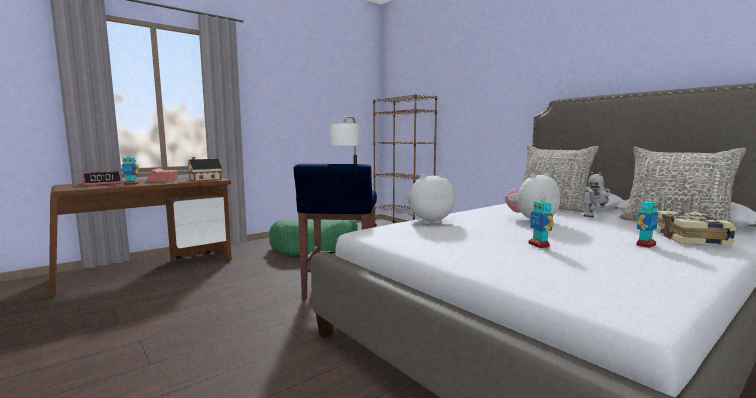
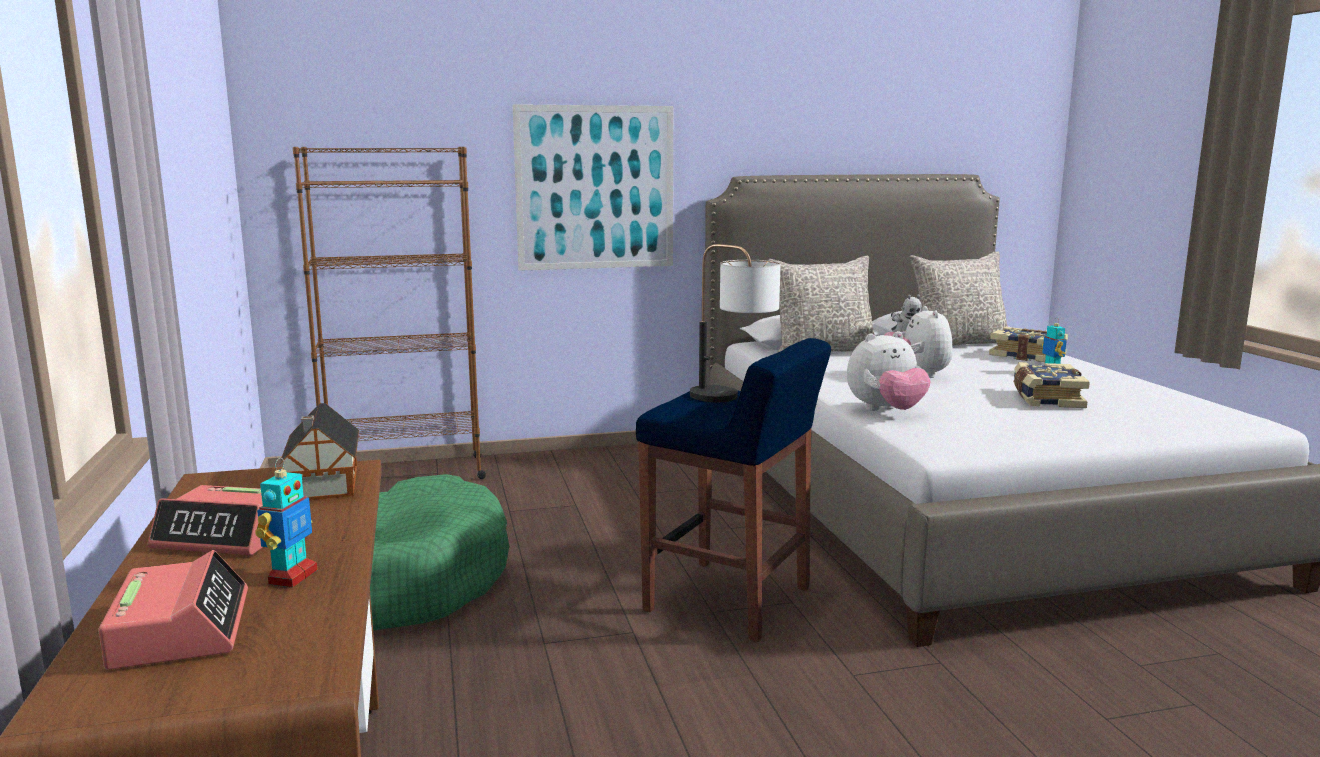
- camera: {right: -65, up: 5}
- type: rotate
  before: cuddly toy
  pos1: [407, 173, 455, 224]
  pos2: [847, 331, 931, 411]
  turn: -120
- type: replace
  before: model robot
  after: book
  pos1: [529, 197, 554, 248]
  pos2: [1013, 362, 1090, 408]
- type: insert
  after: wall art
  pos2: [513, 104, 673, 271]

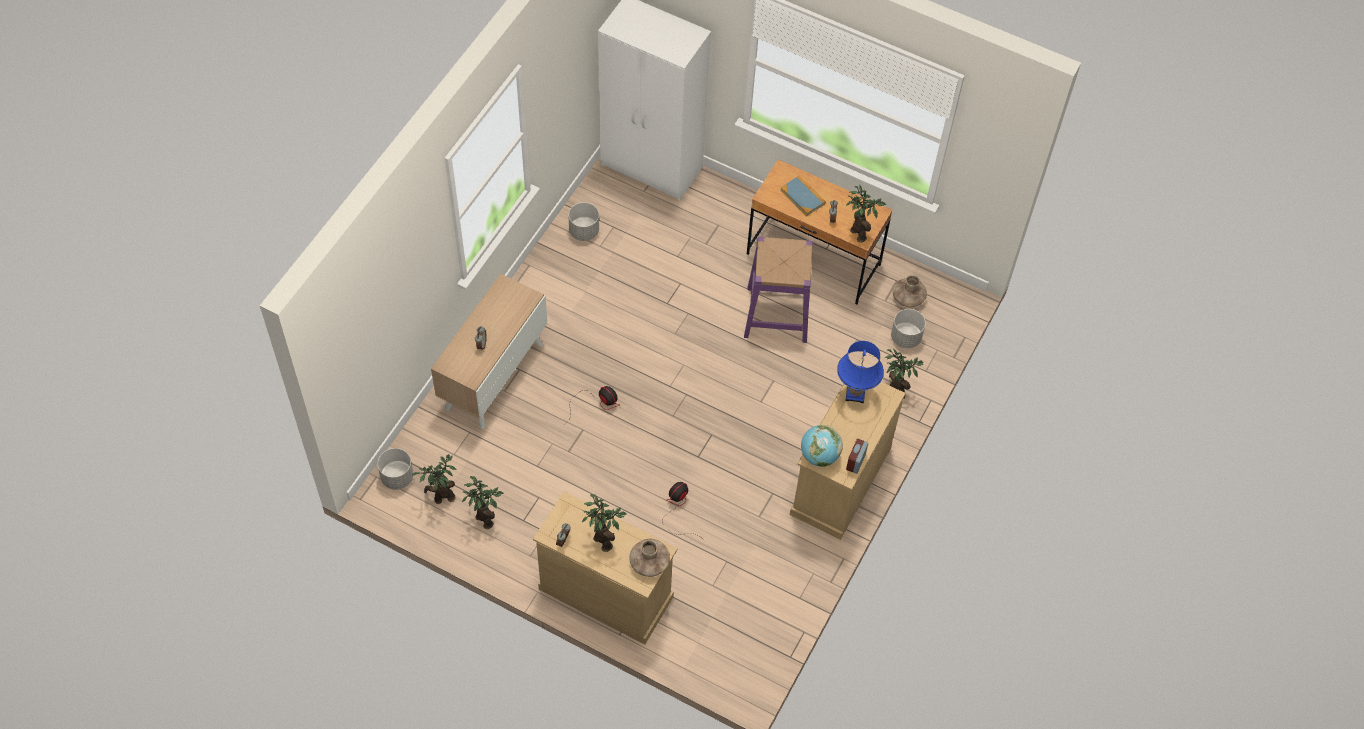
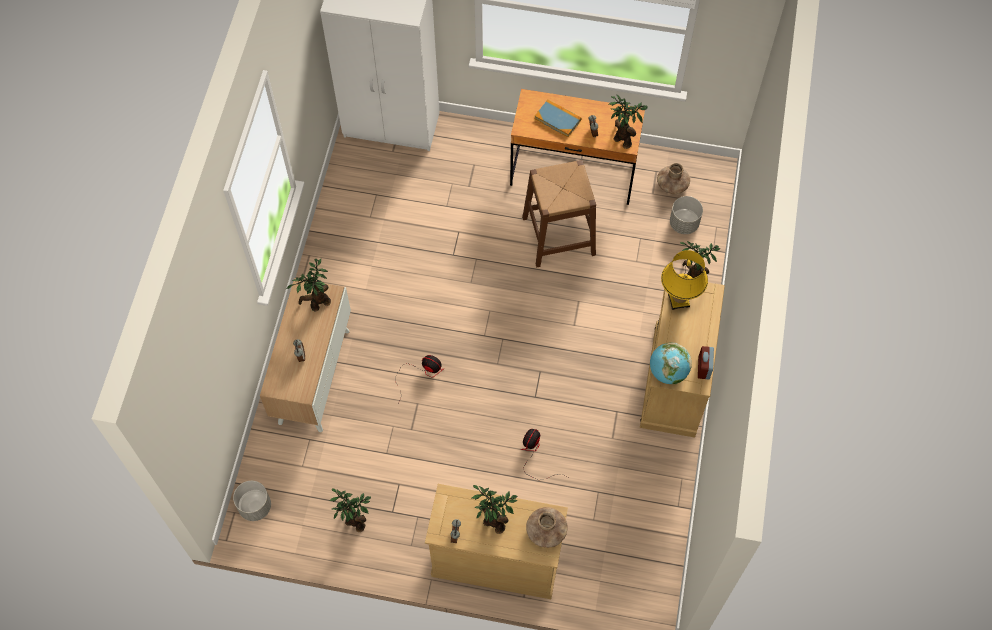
- camera: {right: -15, up: 5}
- type: move
  before: plant in a pot
  pos1: [412, 454, 457, 504]
  pos2: [286, 259, 331, 311]
- type: delete
  before: flower pot (grey)
  pos1: [568, 202, 599, 241]
- type: recolor
  before: stool (purplish)
  after: stool (brownish)
  pos1: [744, 237, 813, 343]
  pos2: [522, 160, 596, 267]
- type: recolor
  before: tabletop lamp (blue-coloured)
  after: tabletop lamp (yellow-coloured)
  pos1: [837, 341, 884, 403]
  pos2: [661, 250, 708, 310]

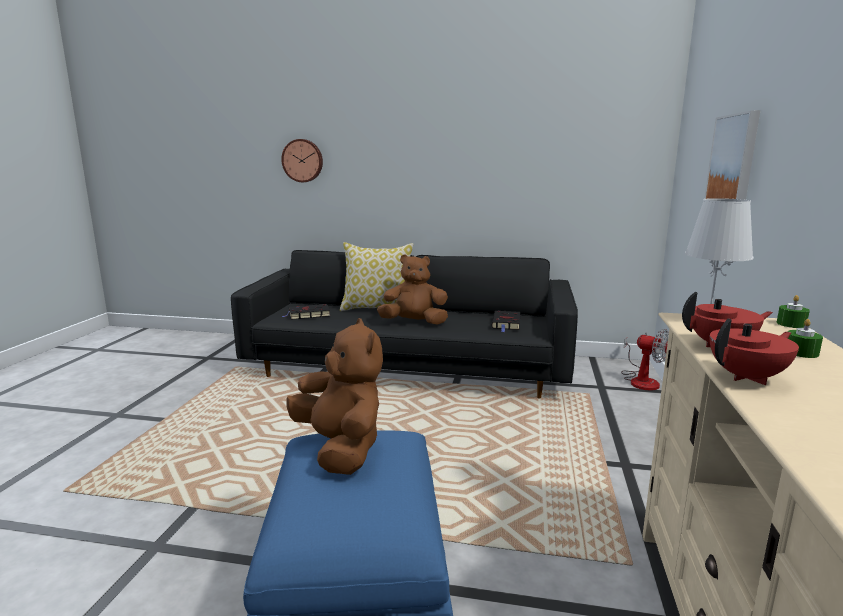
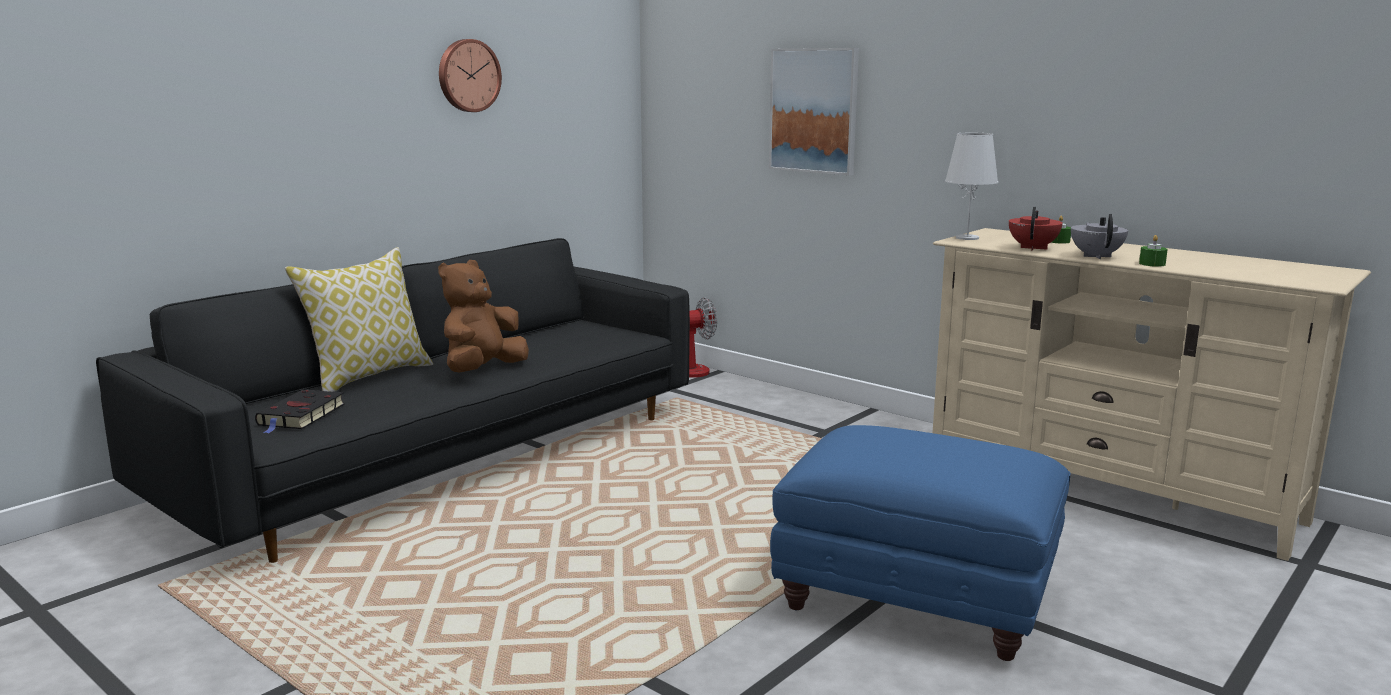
- camera: {right: -60, up: 0}
- type: move
  before: clock on the wall
  pos1: [281, 139, 323, 182]
  pos2: [439, 39, 502, 112]
- type: delete
  before: cuddly toy (brownish)
  pos1: [286, 318, 383, 475]
- type: delete
  before: book (black-coloured)
  pos1: [492, 310, 520, 332]
- type: recolor
  before: teapot (red)
  after: teapot (grey)
  pos1: [710, 319, 799, 385]
  pos2: [1071, 214, 1128, 259]
- type: move
  before: candle (green-coloured)
  pos1: [776, 295, 810, 328]
  pos2: [1139, 235, 1168, 267]

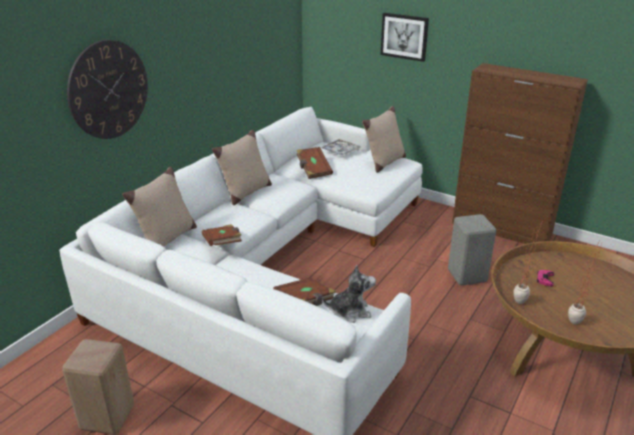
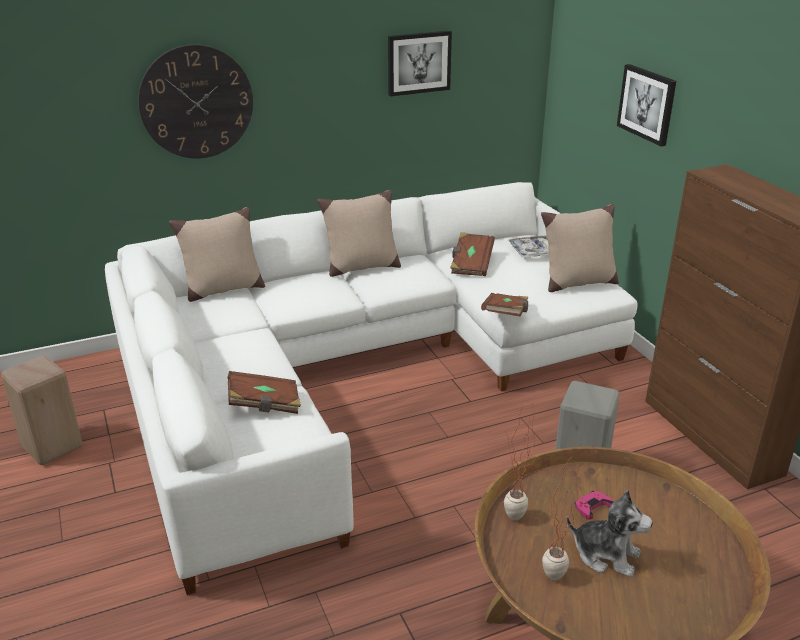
- camera: {right: 35, up: 0}
- type: move
  before: book (brownish)
  pos1: [202, 224, 242, 246]
  pos2: [481, 293, 528, 317]
- type: move
  before: cuddly toy
  pos1: [322, 265, 376, 323]
  pos2: [566, 490, 653, 577]
- type: insert
  after: wall art
  pos2: [388, 31, 452, 97]

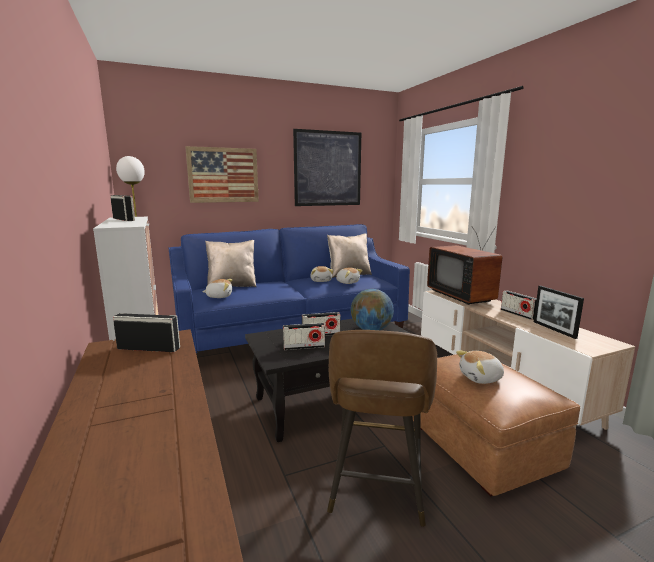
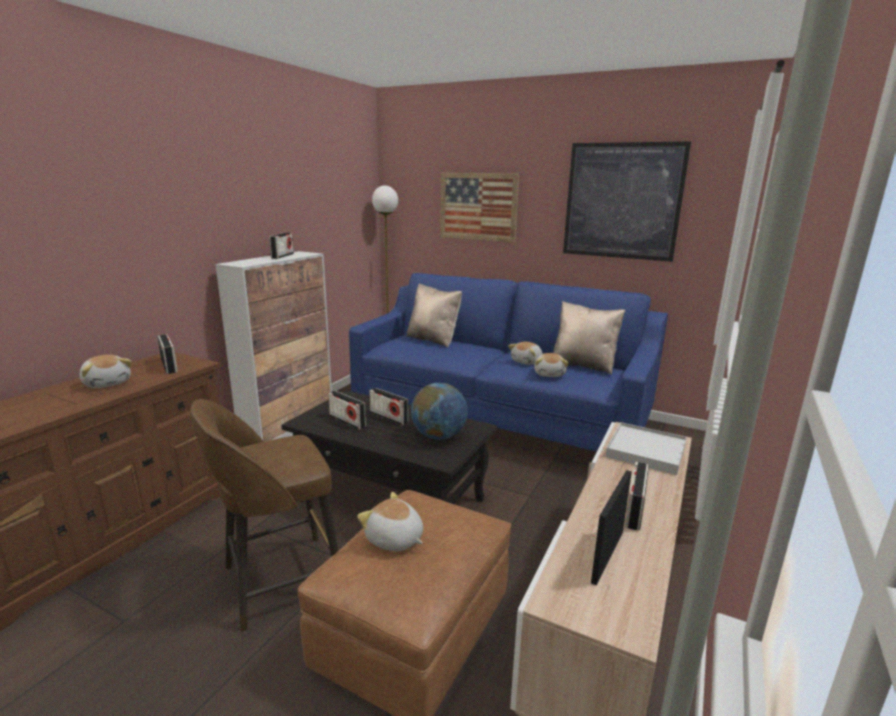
- camera: {right: 50, up: 5}
- type: move
  before: cuddly toy
  pos1: [202, 279, 233, 298]
  pos2: [80, 355, 132, 388]
- type: replace
  before: television
  after: serving tray (whitish)
  pos1: [427, 227, 502, 305]
  pos2: [605, 422, 687, 475]

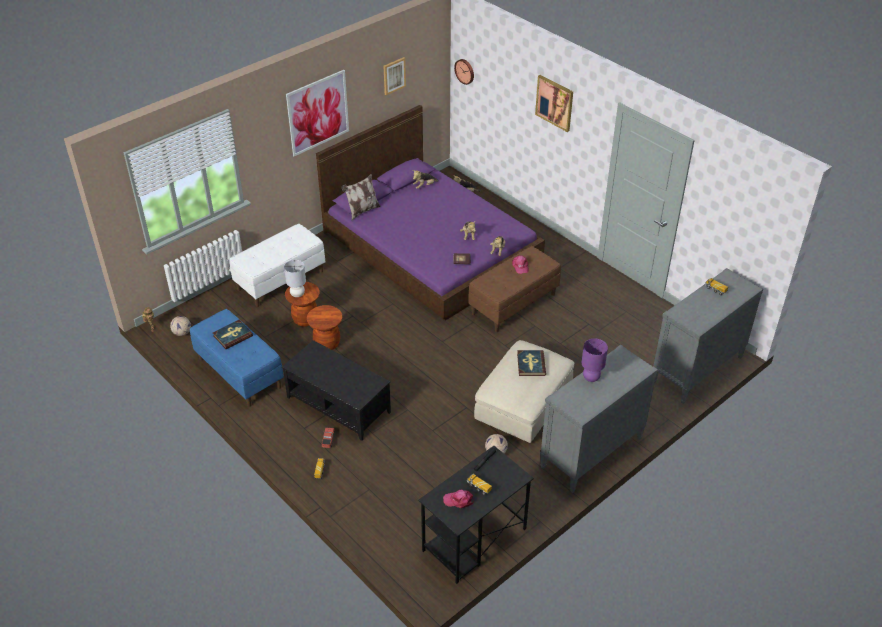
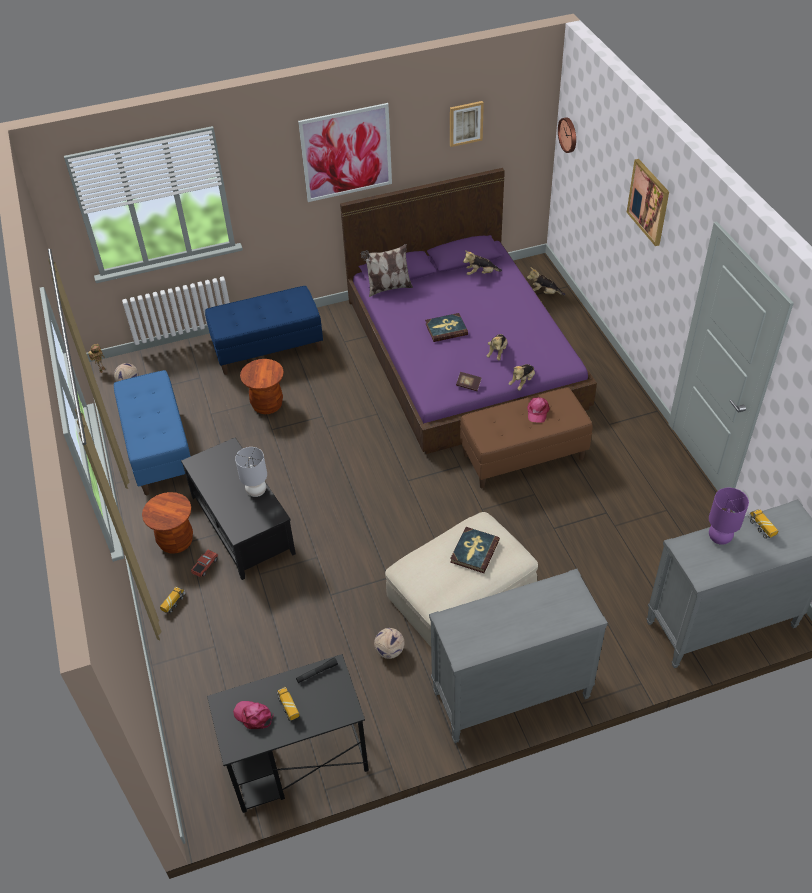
- camera: {right: 25, up: 5}
- type: move
  before: book
  pos1: [213, 320, 253, 349]
  pos2: [425, 313, 468, 342]
- type: recolor
  before: indoor bench (whitish)
  after: indoor bench (blue-coloured)
  pos1: [229, 224, 325, 307]
  pos2: [205, 286, 323, 375]
- type: move
  before: tabletop lamp (grey)
  pos1: [284, 260, 306, 297]
  pos2: [235, 447, 267, 497]
- type: move
  before: stool (brownish)
  pos1: [307, 305, 342, 350]
  pos2: [142, 492, 193, 554]
- type: move
  before: tabletop lamp (purplish)
  pos1: [582, 338, 608, 382]
  pos2: [709, 488, 749, 545]

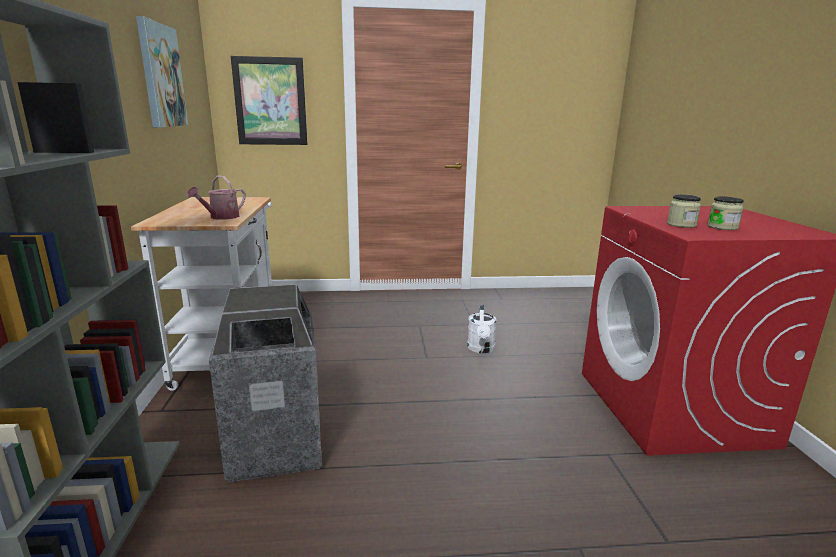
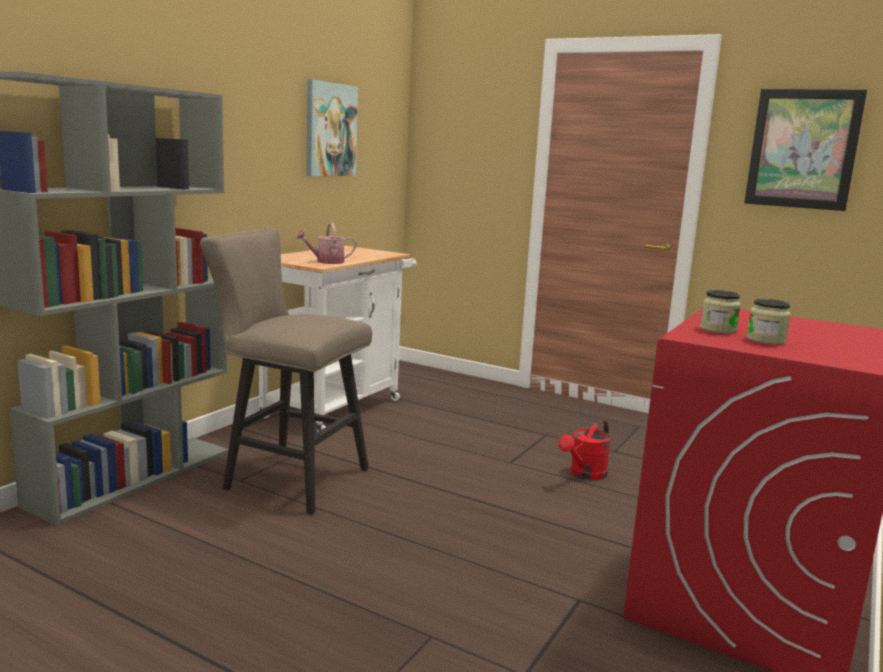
- camera: {right: 35, up: -5}
- type: replace
  before: trash can
  after: stool (beige-coloured)
  pos1: [209, 284, 322, 483]
  pos2: [200, 228, 372, 515]
- type: move
  before: wall art
  pos1: [231, 56, 308, 145]
  pos2: [744, 89, 867, 211]
- type: recolor
  before: watering pot (whitish)
  after: watering pot (red)
  pos1: [467, 305, 496, 353]
  pos2: [558, 419, 611, 480]

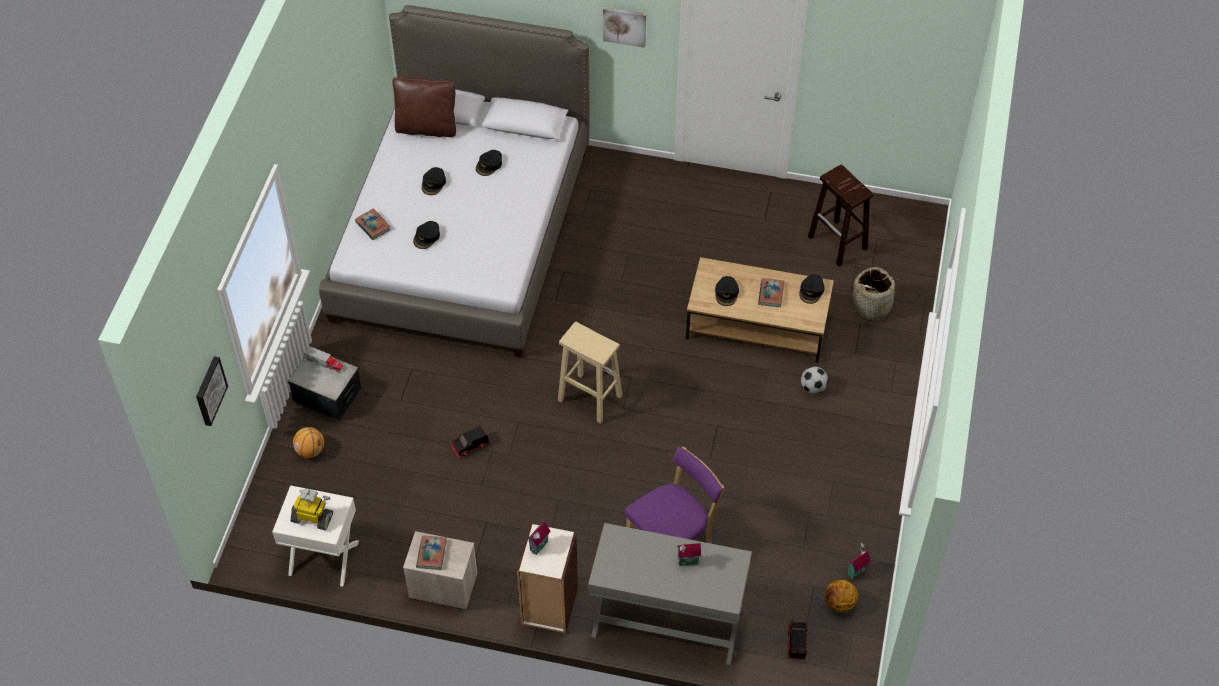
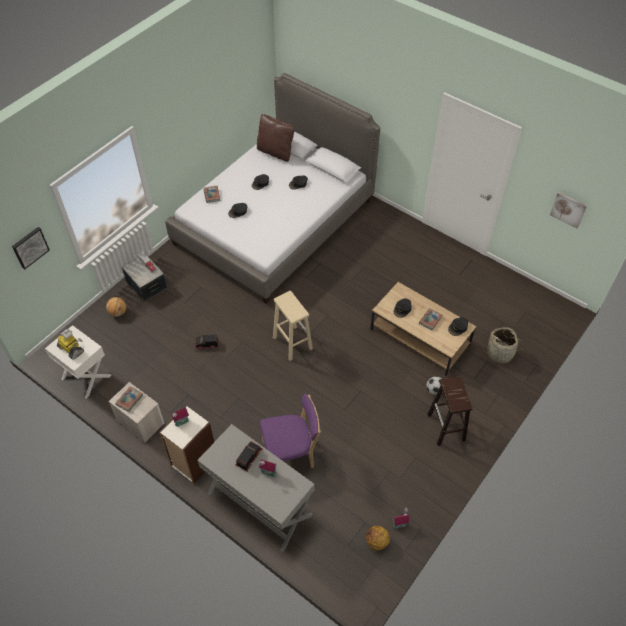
- camera: {right: 25, up: 0}
- type: move
  before: wall art
  pos1: [603, 7, 646, 48]
  pos2: [550, 192, 587, 228]
- type: move
  before: model truck
  pos1: [787, 621, 808, 660]
  pos2: [236, 442, 263, 471]
- type: move
  before: stool (brownish)
  pos1: [808, 164, 874, 266]
  pos2: [427, 376, 473, 446]

